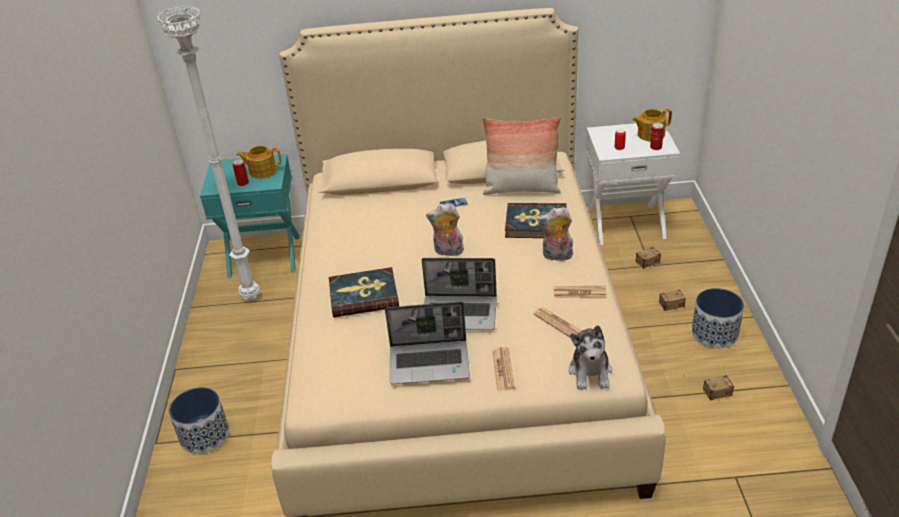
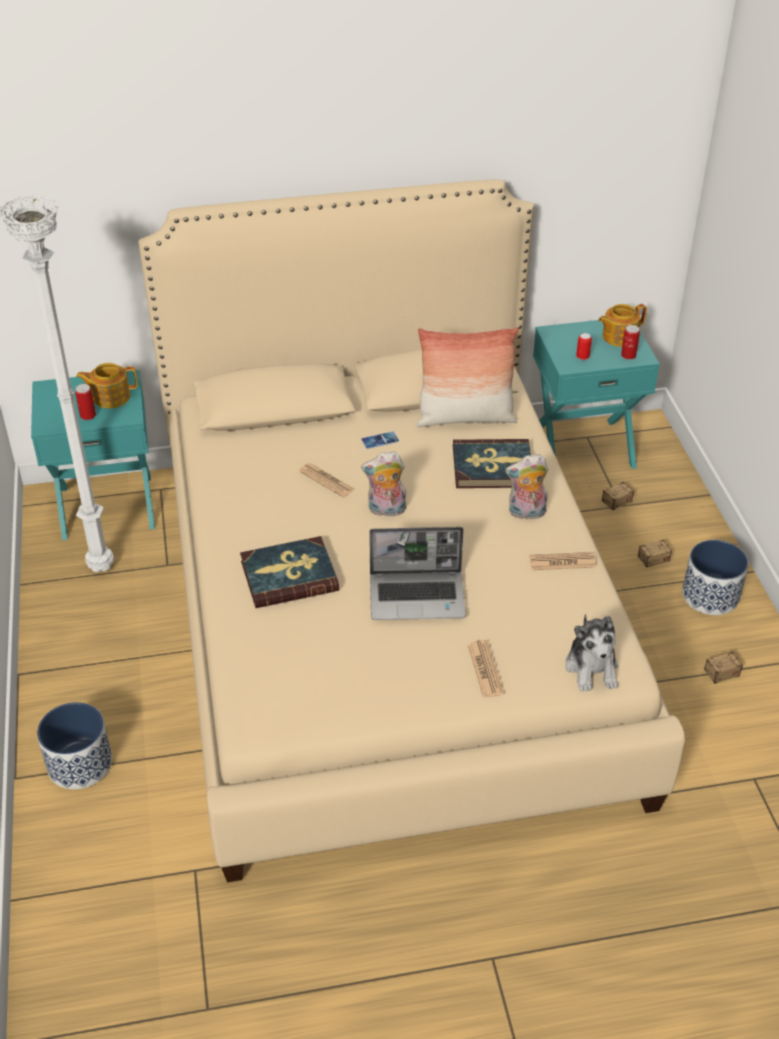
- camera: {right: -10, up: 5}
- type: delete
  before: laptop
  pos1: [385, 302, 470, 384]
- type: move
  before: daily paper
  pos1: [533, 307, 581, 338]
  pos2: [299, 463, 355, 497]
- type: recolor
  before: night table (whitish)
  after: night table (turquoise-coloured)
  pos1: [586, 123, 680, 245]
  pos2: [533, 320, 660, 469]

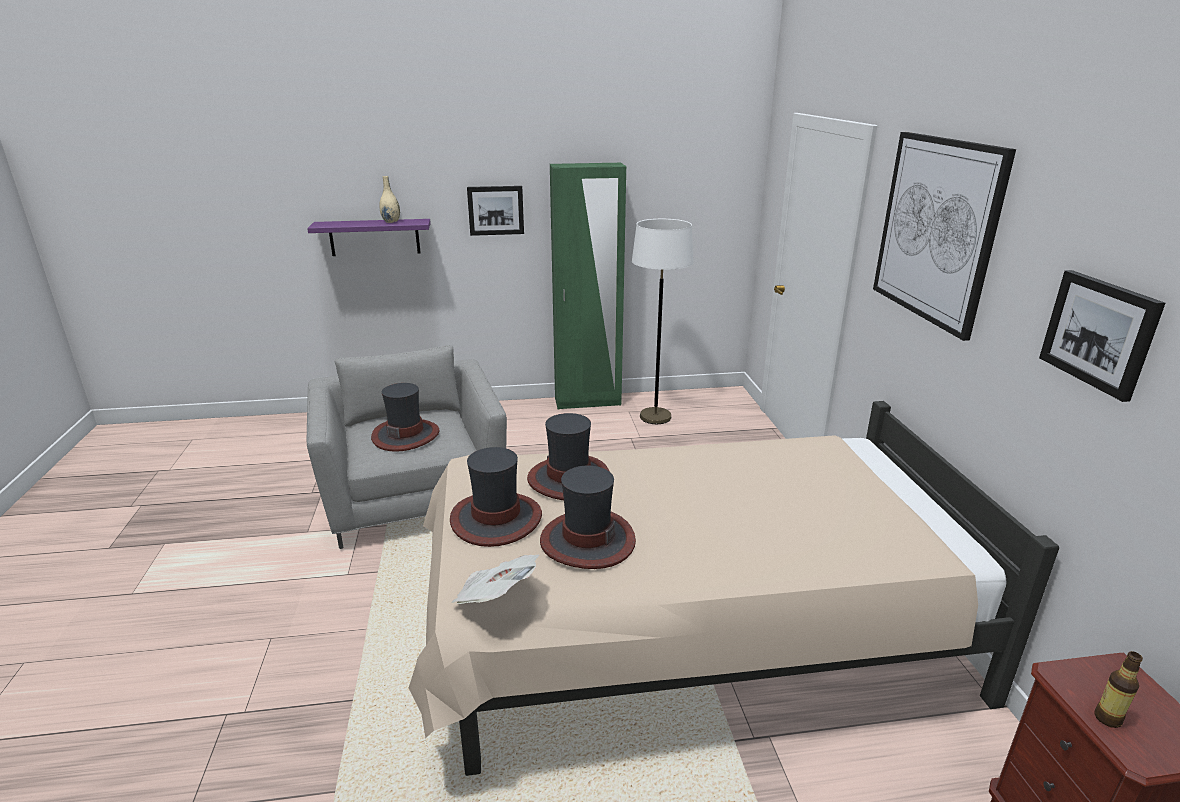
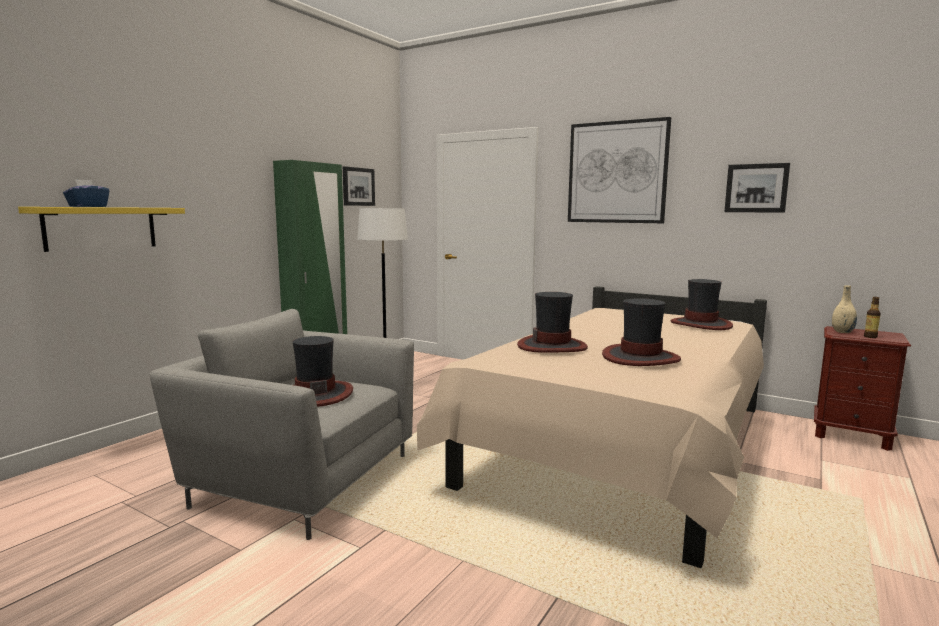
- camera: {right: -50, up: -15}
- type: recolor
  before: bracket shelf (purplish)
  after: bracket shelf (yellow-coloured)
  pos1: [307, 219, 431, 256]
  pos2: [18, 207, 185, 252]
- type: move
  before: decorative vase (beige-coloured)
  pos1: [380, 176, 400, 223]
  pos2: [832, 285, 857, 333]
- type: move
  before: clothing hat
  pos1: [450, 447, 542, 547]
  pos2: [671, 279, 733, 330]
- type: delete
  before: daily paper
  pos1: [451, 555, 539, 604]
- type: move
  before: wall art
  pos1: [467, 186, 524, 236]
  pos2: [343, 166, 375, 206]
- type: insert
  after: box of tissues (blue-coloured)
  pos2: [63, 179, 109, 207]

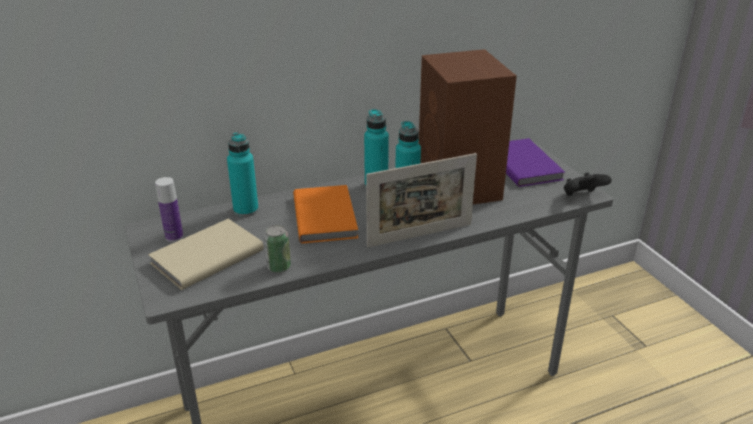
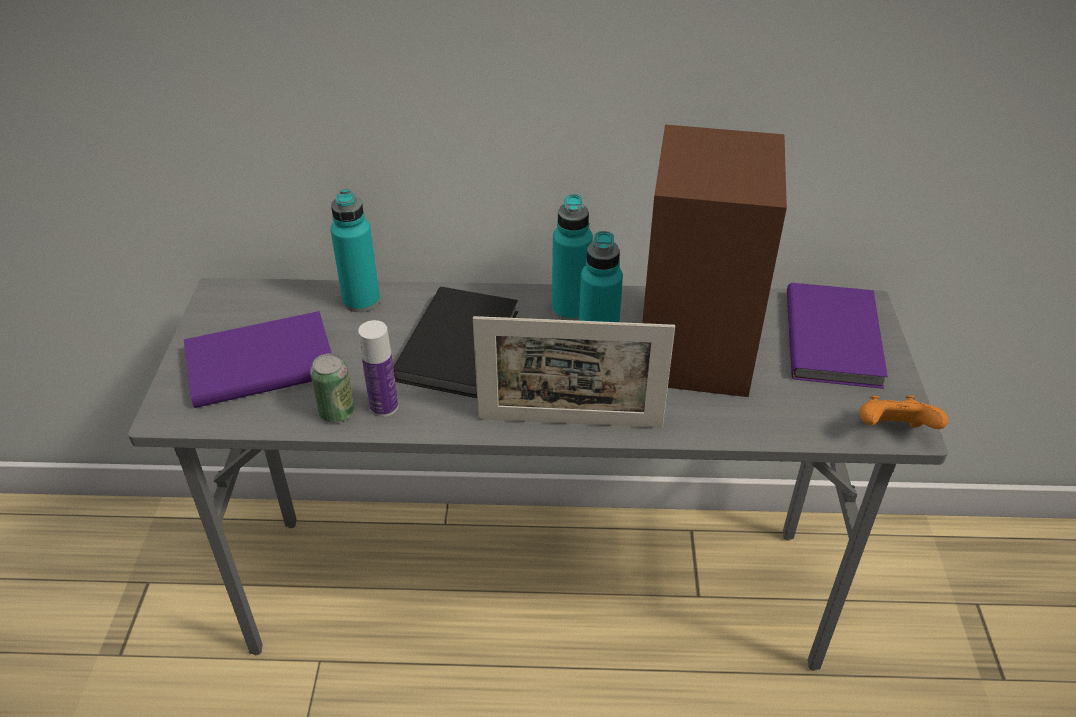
- camera: {right: 25, up: 10}
- type: recolor
  before: book (beige-coloured)
  after: book (purplish)
  pos1: [148, 219, 264, 290]
  pos2: [184, 311, 331, 408]
- type: move
  before: drink bottle
  pos1: [155, 177, 183, 242]
  pos2: [358, 320, 398, 417]
- type: recolor
  before: book (orange)
  after: book (black-coloured)
  pos1: [293, 185, 358, 244]
  pos2: [393, 287, 518, 398]
- type: recolor
  before: gamepad (black-coloured)
  after: gamepad (orange)
  pos1: [564, 173, 612, 196]
  pos2: [860, 395, 948, 429]

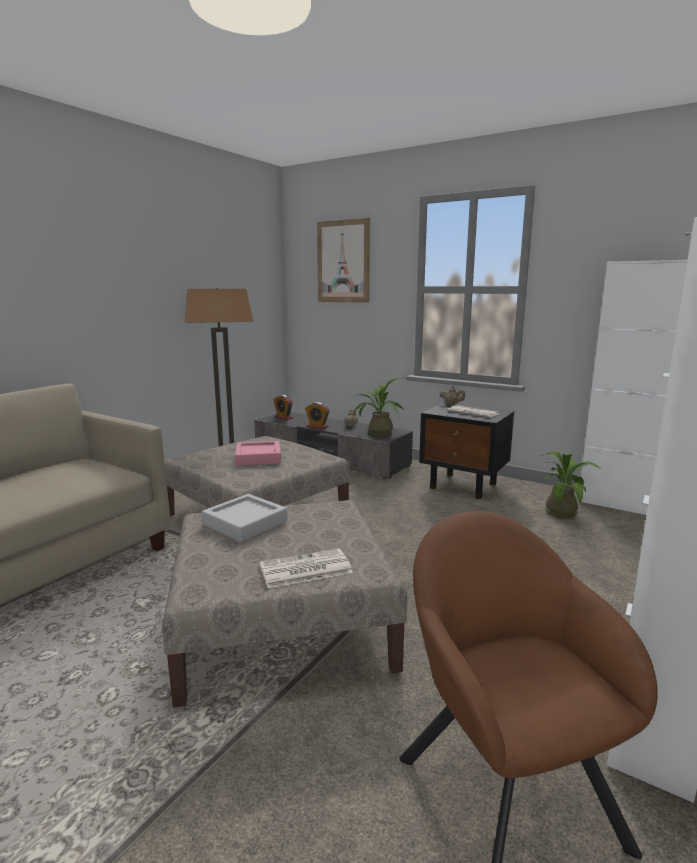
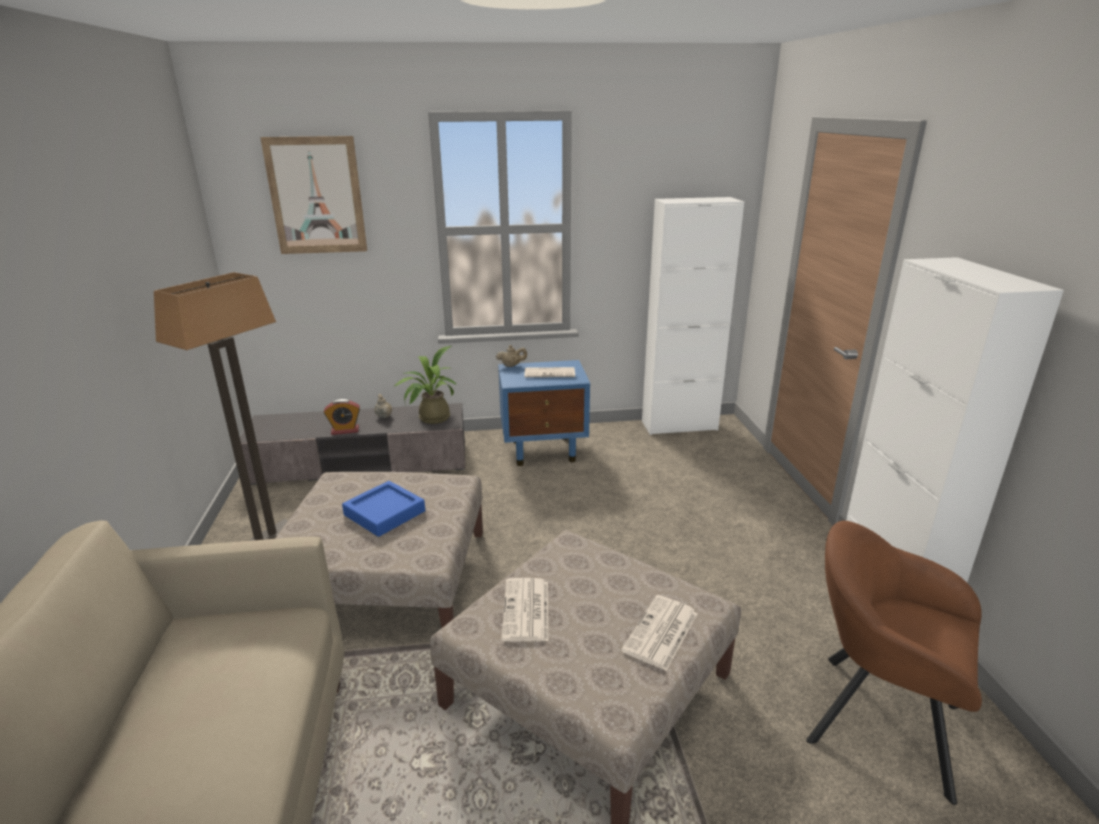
- camera: {right: -40, up: 10}
- type: replace
  before: serving tray (grey)
  after: daily paper
  pos1: [202, 494, 287, 542]
  pos2: [501, 578, 549, 642]
- type: recolor
  before: serving tray (pinkish)
  after: serving tray (blue-coloured)
  pos1: [235, 441, 281, 466]
  pos2: [342, 481, 425, 537]
- type: delete
  before: alarm clock
  pos1: [274, 395, 293, 420]
- type: recolor
  before: night table (black-coloured)
  after: night table (blue-coloured)
  pos1: [419, 403, 514, 499]
  pos2: [498, 360, 590, 466]
- type: delete
  before: plant in a pot
  pos1: [541, 451, 601, 518]

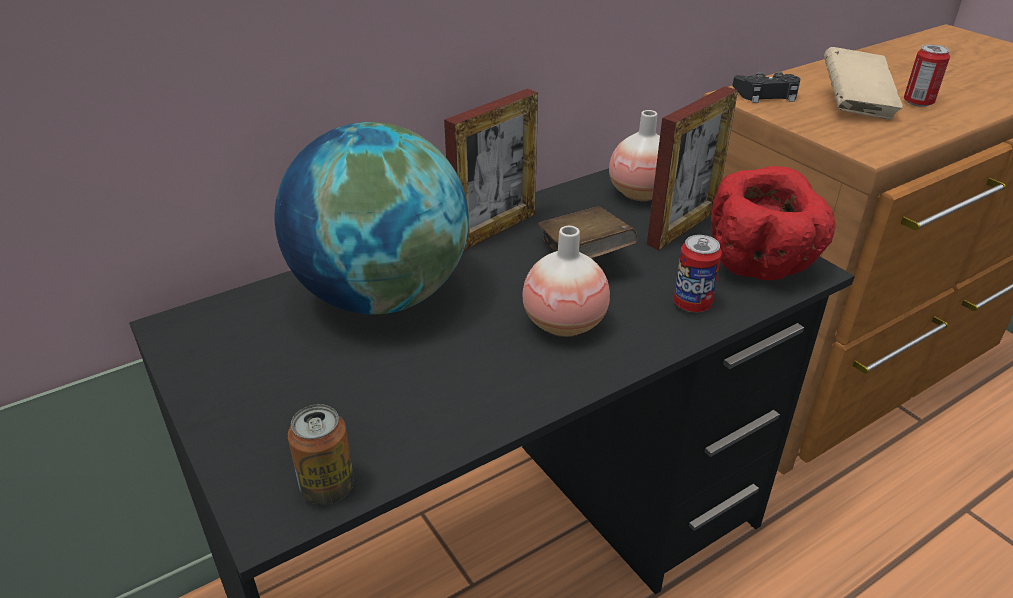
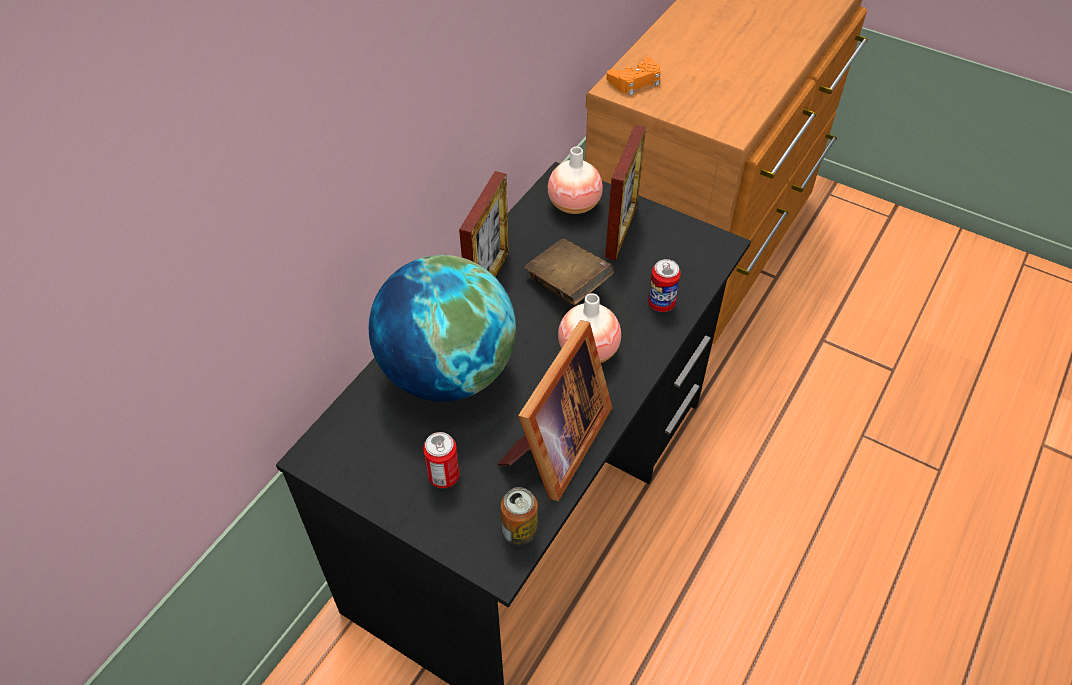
- camera: {right: -25, up: 15}
- type: delete
  before: deep dish (red)
  pos1: [711, 166, 836, 280]
- type: recolor
  before: gamepad (black-coloured)
  after: gamepad (orange)
  pos1: [732, 71, 800, 103]
  pos2: [607, 57, 661, 95]
- type: delete
  before: book (beige-coloured)
  pos1: [824, 47, 903, 119]
- type: move
  before: metal can
  pos1: [904, 44, 950, 107]
  pos2: [423, 432, 460, 488]
- type: insert
  after: photo frame
  pos2: [497, 320, 613, 501]

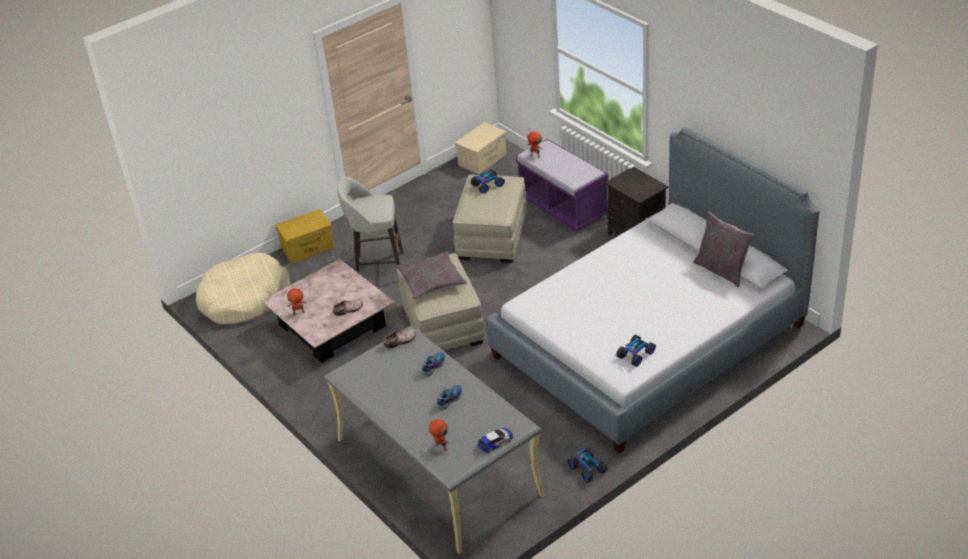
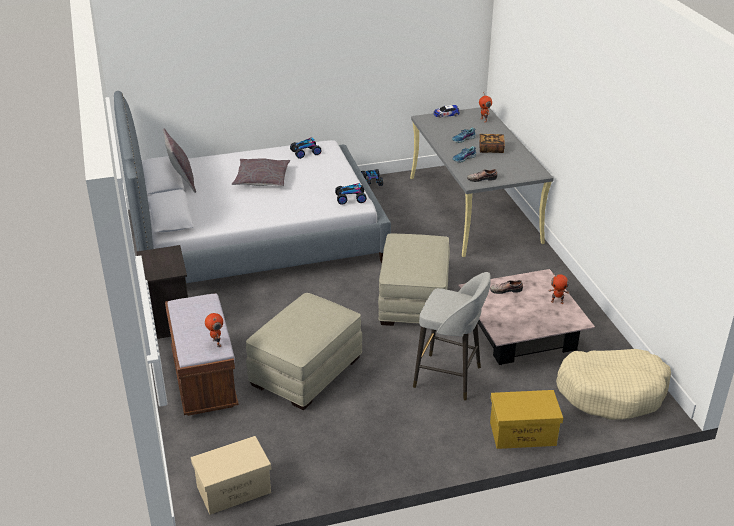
- camera: {right: -160, up: -5}
- type: move
  before: pillow (grey)
  pos1: [396, 251, 467, 299]
  pos2: [232, 158, 290, 186]
- type: move
  before: toy car
  pos1: [471, 170, 505, 194]
  pos2: [335, 183, 367, 205]
- type: recolor
  before: indoor bench (purplish)
  after: indoor bench (brownish)
  pos1: [516, 139, 608, 231]
  pos2: [165, 293, 239, 416]
- type: insert
  after: book
  pos2: [479, 134, 505, 153]

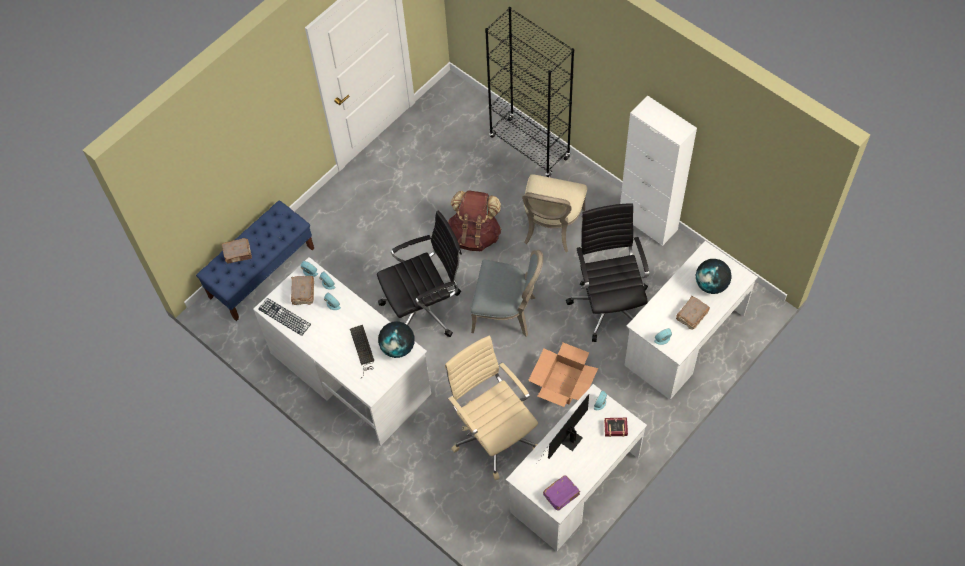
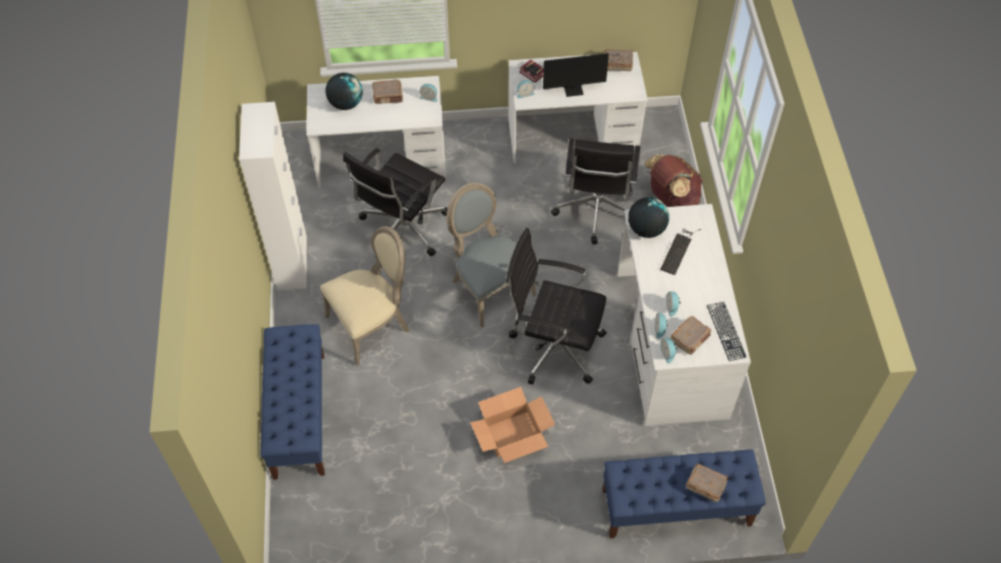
- camera: {right: -140, up: -5}
- type: recolor
  before: computer chair (beige-coloured)
  after: computer chair (black-coloured)
  pos1: [445, 336, 538, 480]
  pos2: [551, 139, 640, 244]
- type: move
  before: rucksack (brownish)
  pos1: [448, 190, 501, 251]
  pos2: [644, 154, 703, 207]
- type: replace
  before: bookcase (black-coloured)
  after: indoor bench (blue-coloured)
  pos1: [485, 7, 574, 177]
  pos2: [260, 324, 325, 480]
- type: move
  before: carton
  pos1: [528, 343, 598, 407]
  pos2: [470, 387, 555, 463]
- type: recolor
  before: book (purplish)
  after: book (brownish)
  pos1: [543, 475, 580, 511]
  pos2: [604, 49, 633, 71]

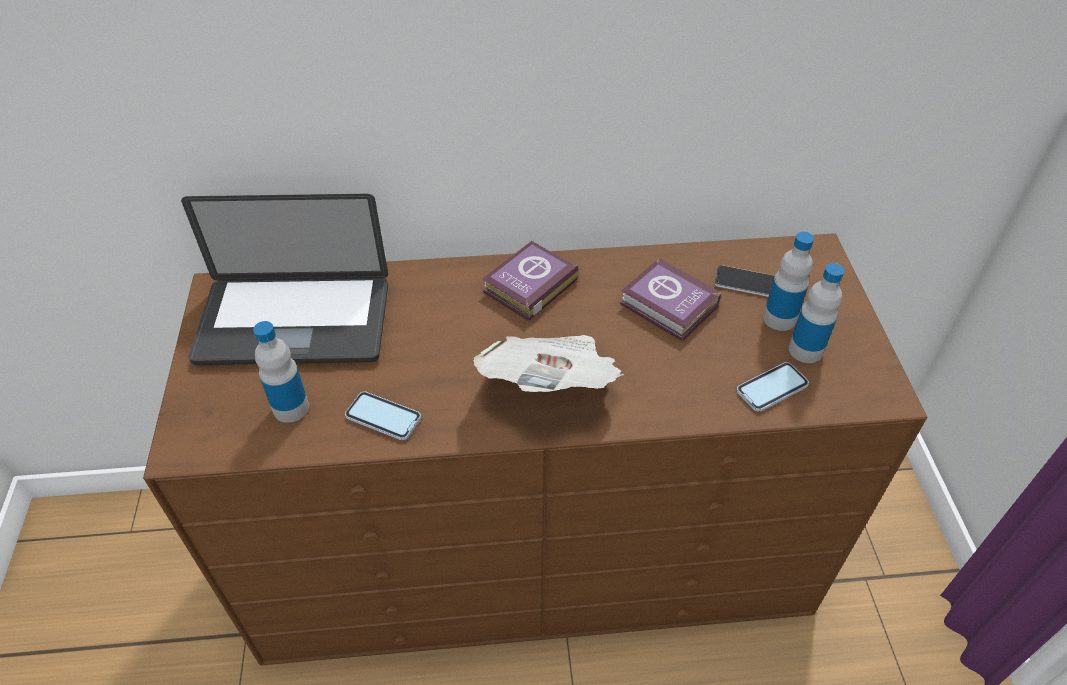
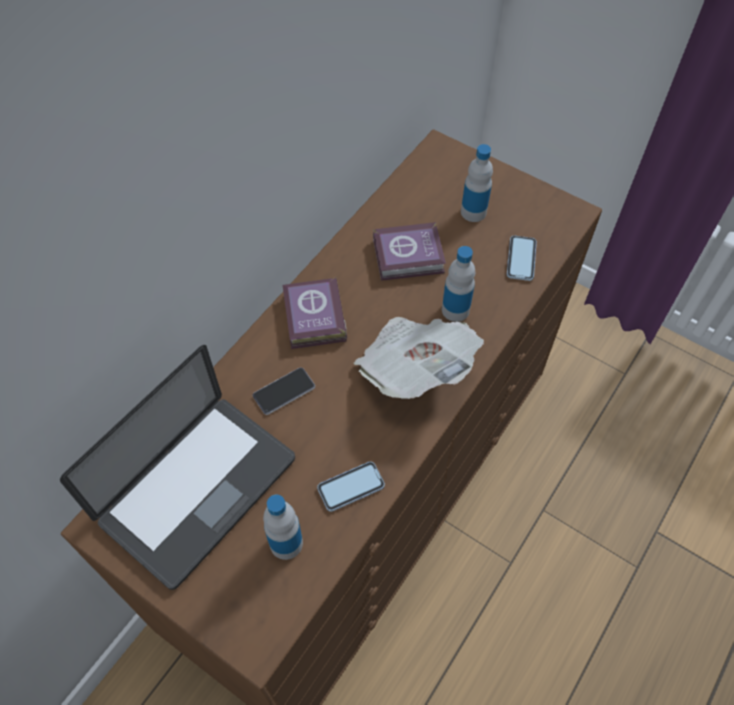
- camera: {right: -50, up: 10}
- type: move
  before: handset
  pos1: [714, 265, 775, 297]
  pos2: [253, 367, 315, 415]
- type: move
  before: drink bottle
  pos1: [789, 263, 845, 363]
  pos2: [442, 246, 475, 322]

